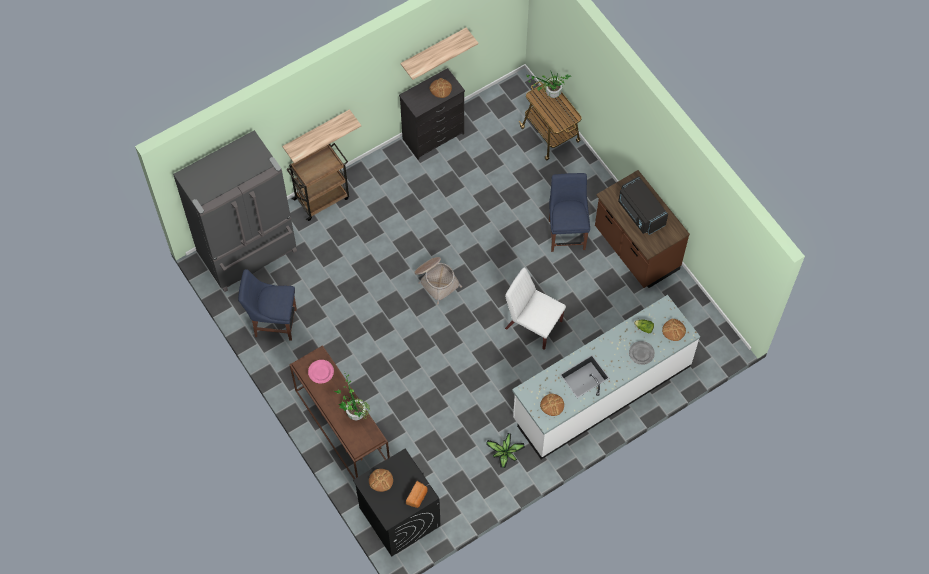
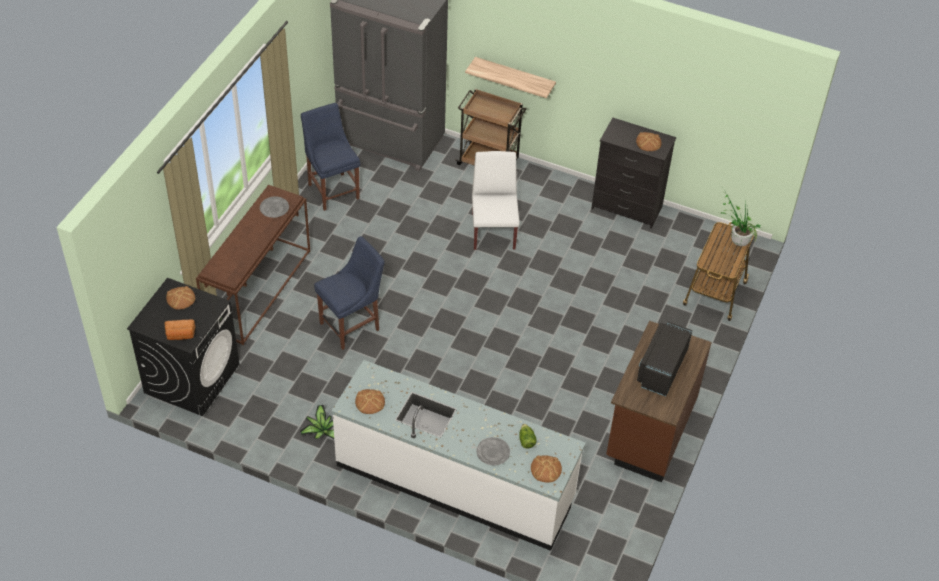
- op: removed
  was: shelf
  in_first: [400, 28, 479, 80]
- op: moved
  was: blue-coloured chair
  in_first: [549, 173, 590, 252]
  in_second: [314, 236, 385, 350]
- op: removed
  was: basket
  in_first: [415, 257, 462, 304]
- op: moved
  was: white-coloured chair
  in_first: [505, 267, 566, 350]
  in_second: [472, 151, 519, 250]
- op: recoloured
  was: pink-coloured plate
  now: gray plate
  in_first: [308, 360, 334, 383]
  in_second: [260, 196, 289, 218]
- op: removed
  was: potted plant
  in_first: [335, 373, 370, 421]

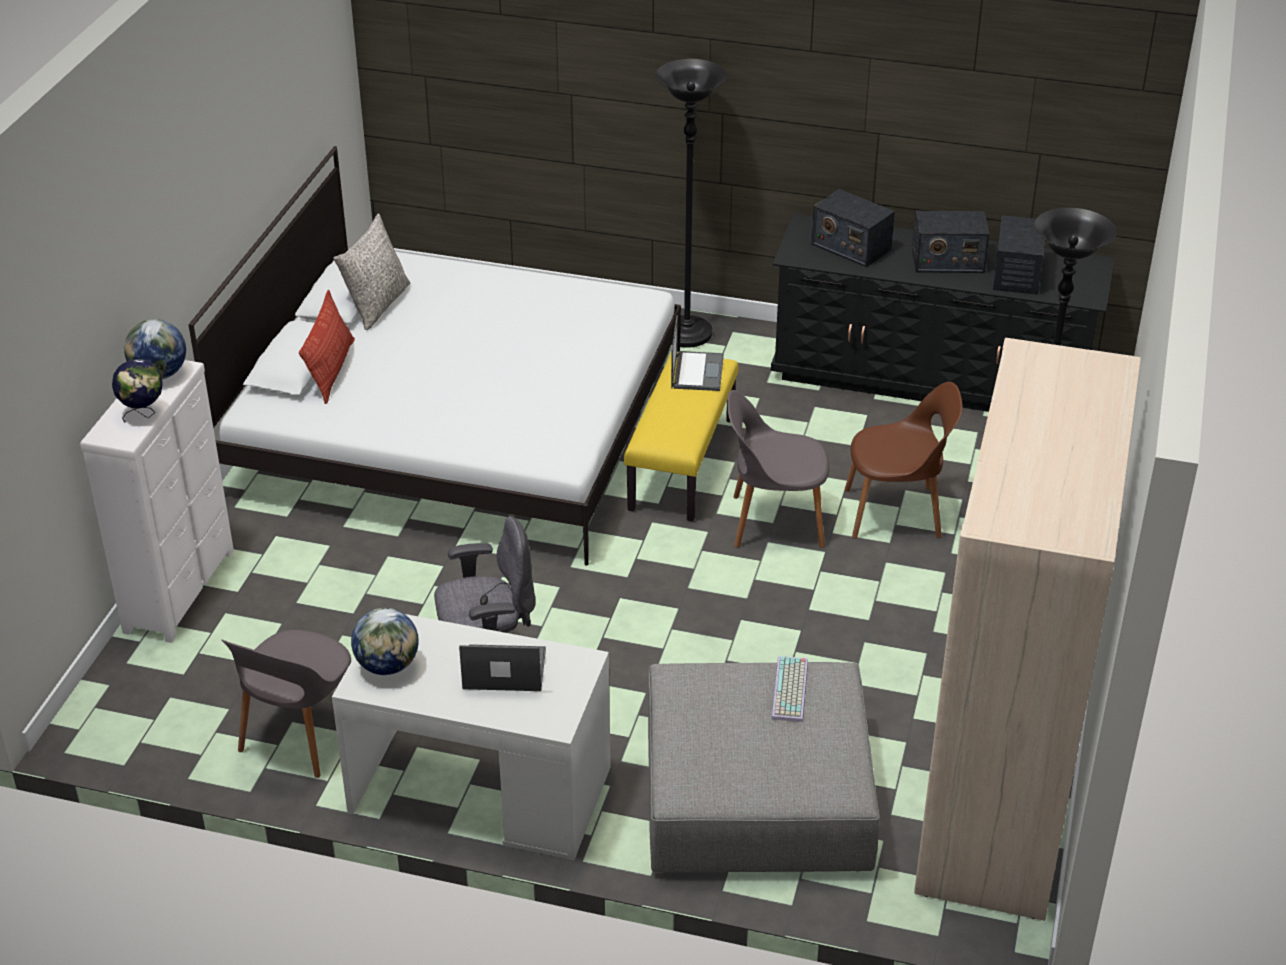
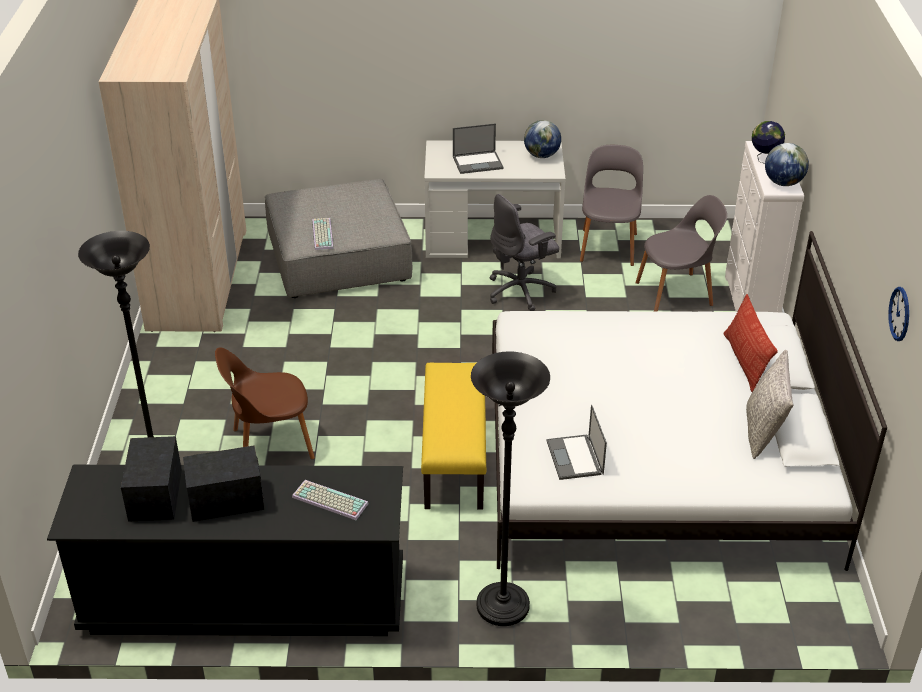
- op: replaced
  was: radio
  now: keyboard
  in_first: [811, 189, 895, 267]
  in_second: [292, 480, 369, 520]
- op: moved
  was: notebook computer
  in_first: [671, 315, 724, 391]
  in_second: [547, 405, 607, 480]
- op: moved
  was: gray chair
  in_first: [727, 390, 829, 548]
  in_second: [635, 195, 727, 312]
- op: added
  now: clock on the wall
  in_second: [888, 287, 909, 341]

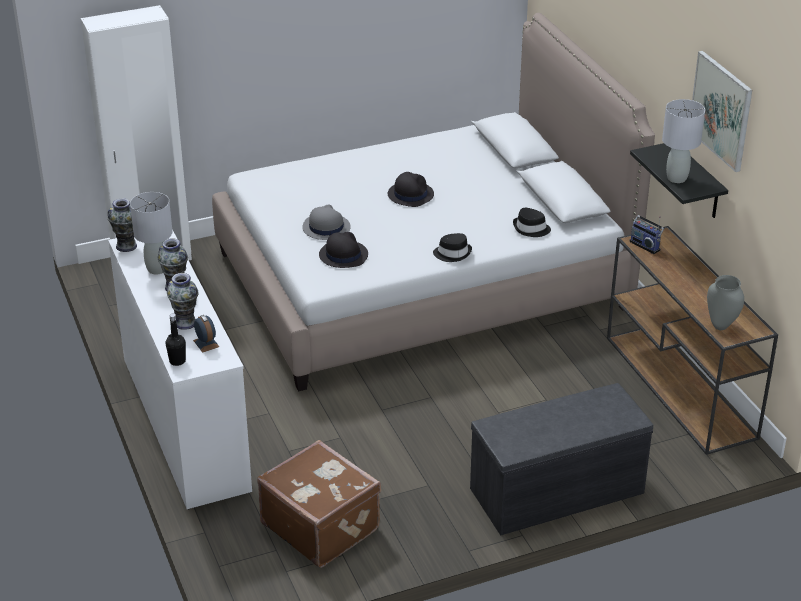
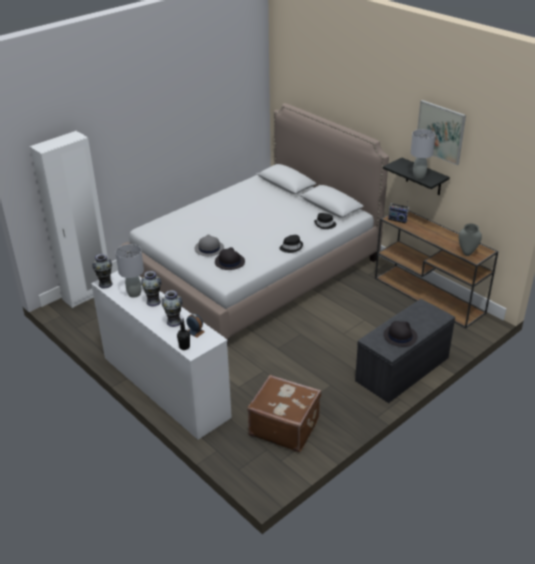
- op: moved
  was: black-coloured hat
  in_first: [388, 172, 434, 207]
  in_second: [383, 321, 418, 347]

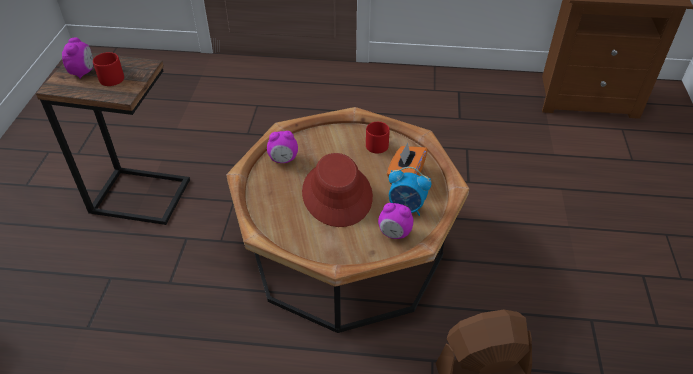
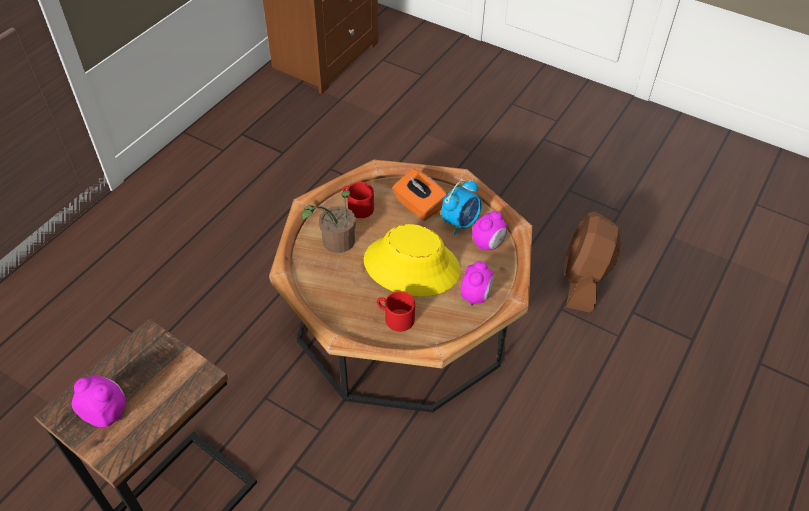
- op: moved
  was: red coffee mug
  in_first: [93, 52, 124, 86]
  in_second: [377, 291, 415, 332]
- op: moved
  was: bedside clock
  in_first: [267, 131, 298, 163]
  in_second: [461, 261, 494, 306]
- op: recoloured
  was: red hat
  now: yellow-coloured hat
  in_first: [302, 153, 373, 227]
  in_second: [364, 224, 461, 297]
- op: added
  now: potted plant
  in_second: [302, 190, 356, 253]

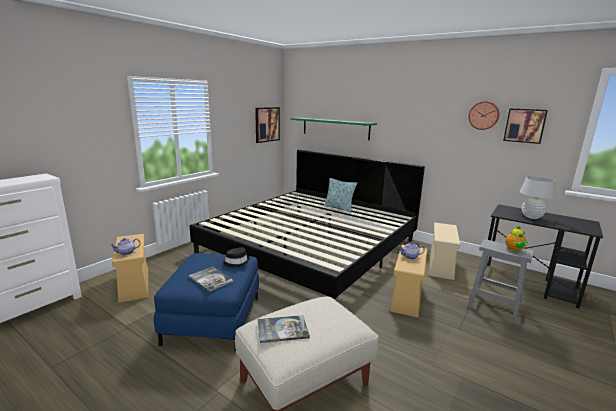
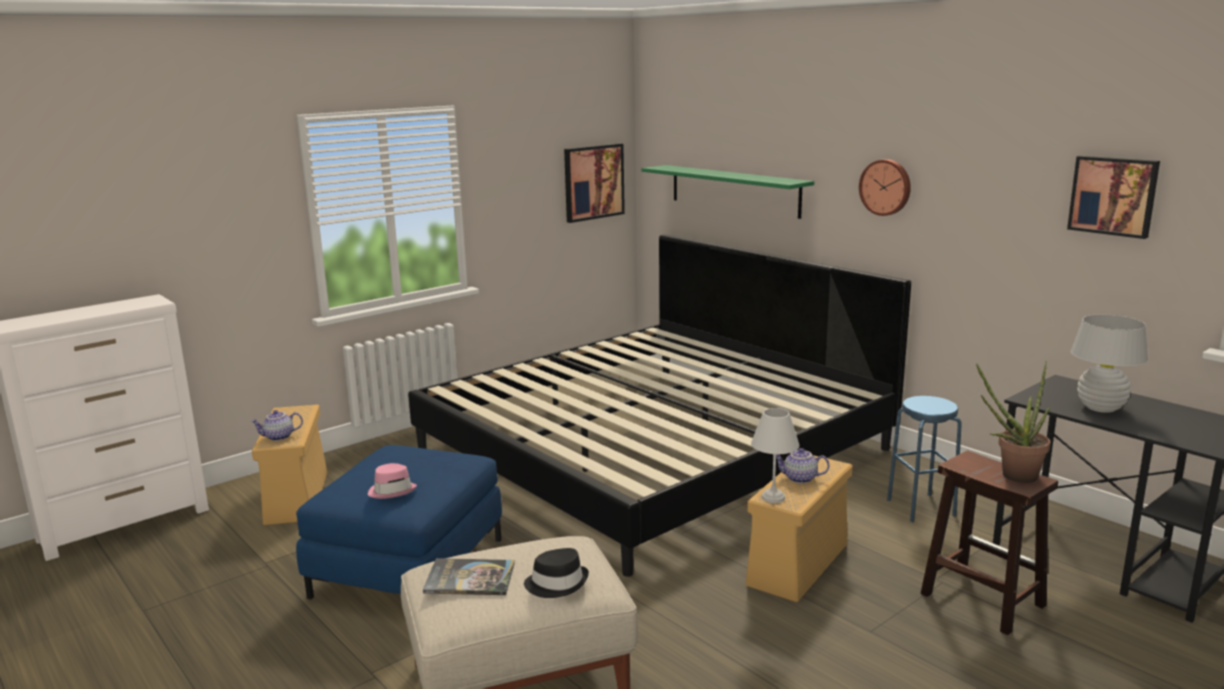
- op: moved
  was: clock on the wall
  in_first: [468, 101, 499, 130]
  in_second: [859, 159, 911, 216]
- op: removed
  was: cushion
  in_first: [324, 178, 358, 213]
- op: replaced
  was: sand-coloured storage bin
  now: blue-coloured stool
  in_first: [430, 223, 460, 280]
  in_second: [887, 396, 962, 522]
- op: replaced
  was: pot for tea
  now: potted plant
  in_first: [505, 226, 528, 251]
  in_second: [977, 361, 1051, 483]
- op: recoloured
  was: gray stool
  now: brown-coloured stool
  in_first: [468, 239, 534, 323]
  in_second: [921, 451, 1058, 635]
- op: moved
  was: black-coloured hat
  in_first: [222, 247, 250, 268]
  in_second: [524, 548, 589, 598]
- op: replaced
  was: bound book
  now: pink-coloured hat
  in_first: [188, 267, 233, 292]
  in_second: [368, 463, 417, 499]
- op: added
  now: white-coloured table lamp
  in_second: [751, 408, 799, 503]

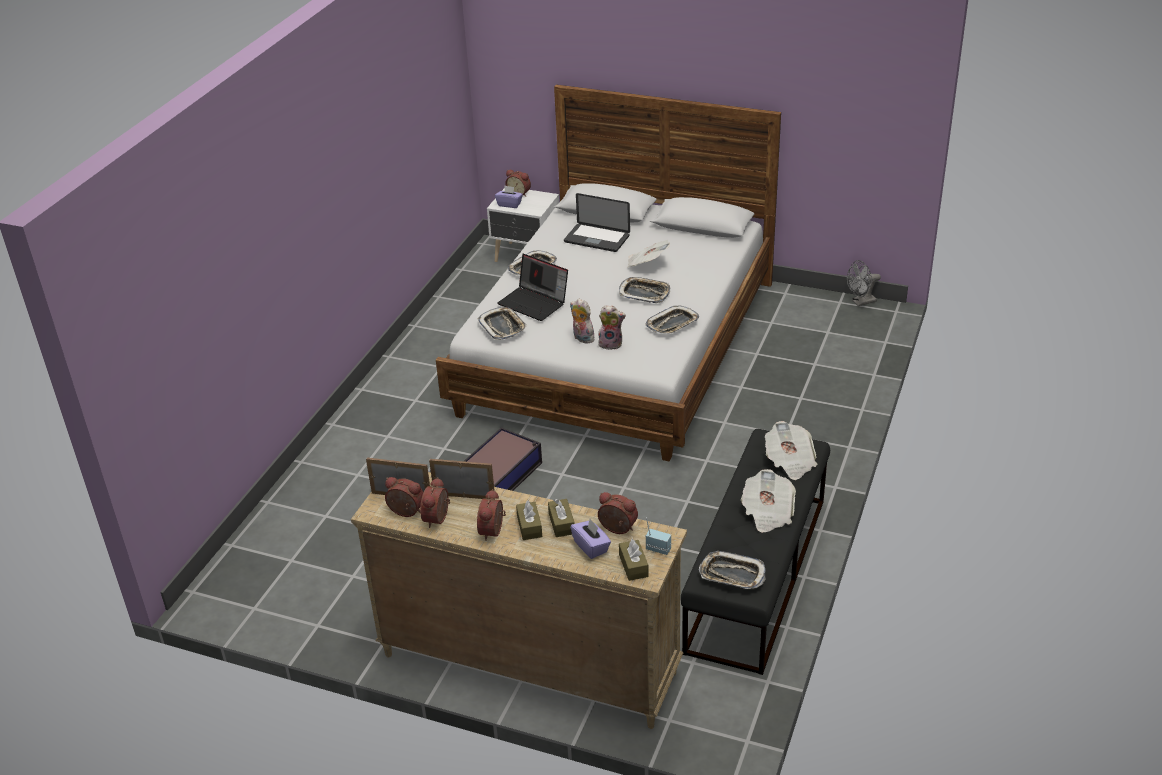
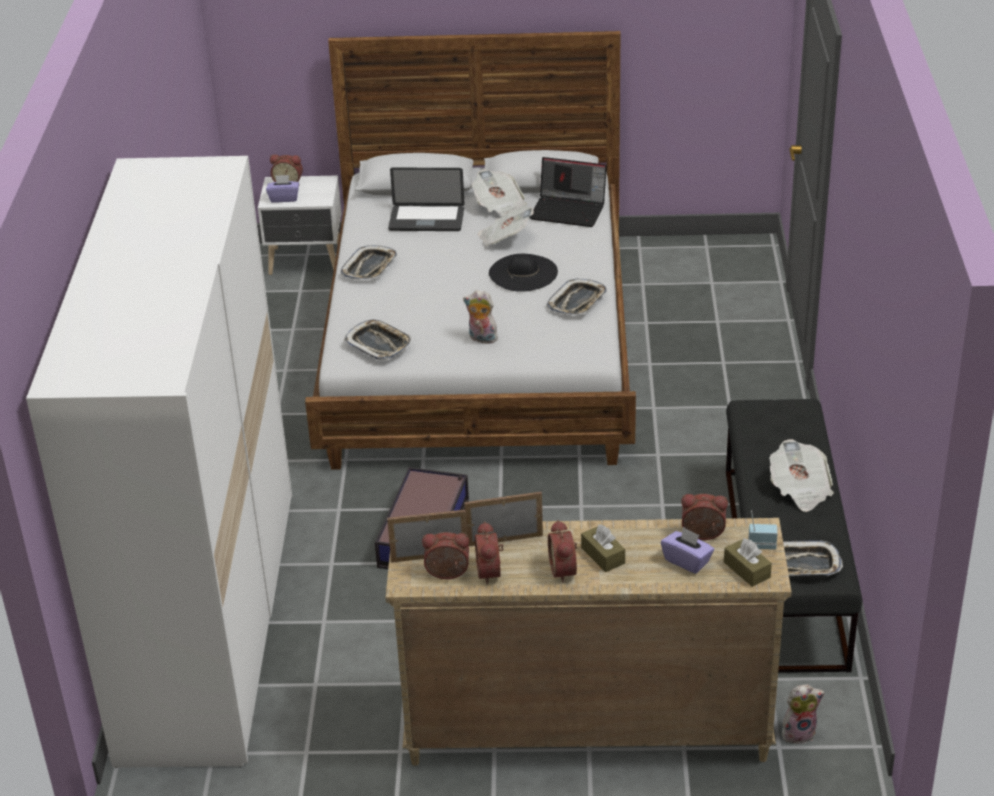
- op: moved
  was: notebook computer
  in_first: [498, 254, 568, 321]
  in_second: [529, 157, 607, 227]
- op: removed
  was: gray electric fan
  in_first: [847, 260, 881, 306]
- op: replaced
  was: serving tray
  now: black-coloured hat
  in_first: [619, 277, 671, 303]
  in_second: [489, 254, 558, 292]
- op: moved
  was: soft toy
  in_first: [598, 305, 626, 350]
  in_second: [782, 685, 825, 744]
- op: moved
  was: newspaper
  in_first: [765, 421, 817, 480]
  in_second: [472, 169, 527, 216]
- op: removed
  was: brown-coloured box of tissues
  in_first: [548, 499, 575, 537]
- op: added
  now: white-coloured wardrobe
  in_second: [26, 156, 292, 768]

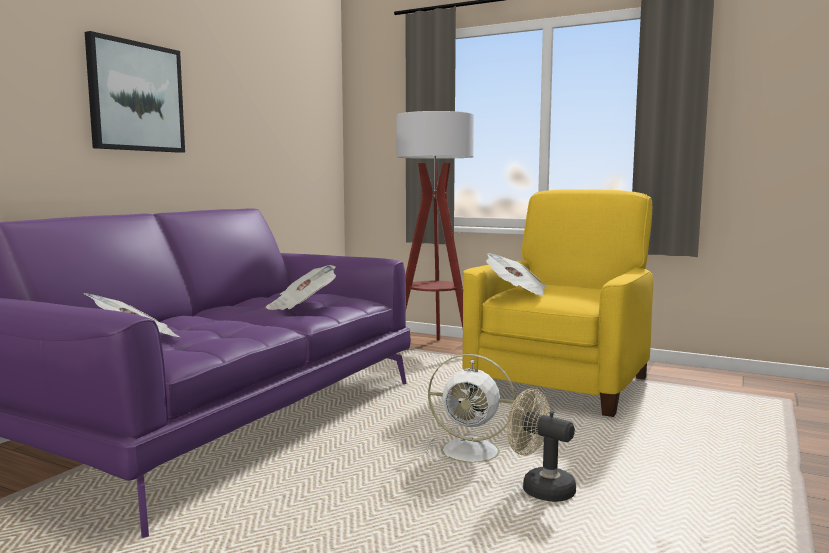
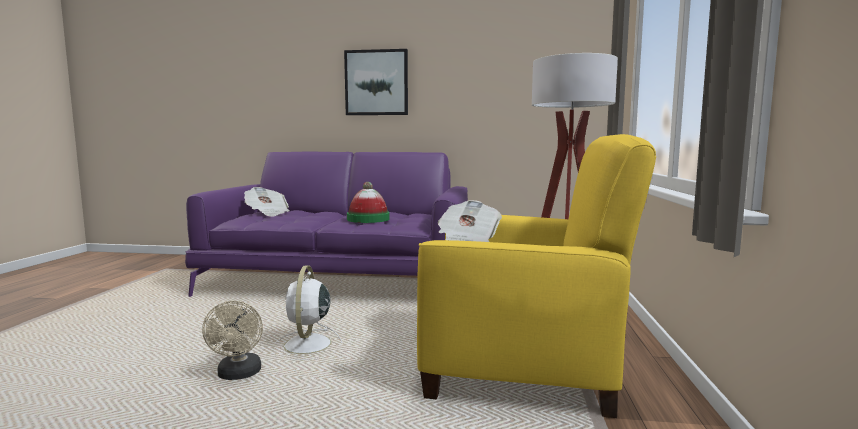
- op: replaced
  was: newspaper
  now: hat
  in_first: [266, 265, 336, 310]
  in_second: [347, 182, 390, 223]
- op: turned
  was: sand-coloured electric fan
  in_first: [507, 389, 576, 502]
  in_second: [202, 301, 263, 380]
  clockwise: 150

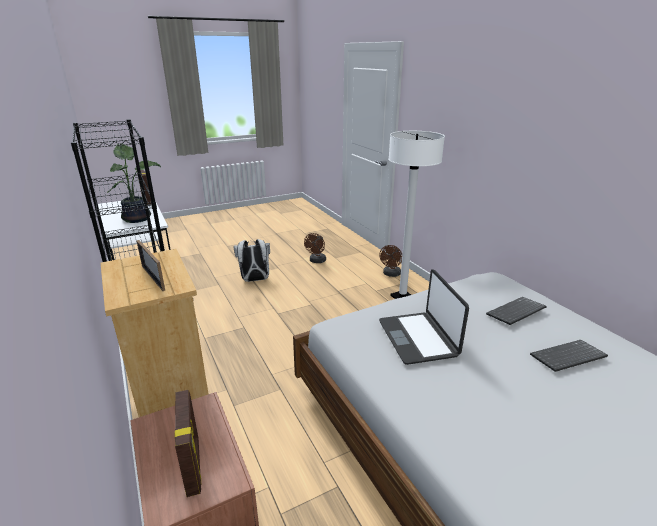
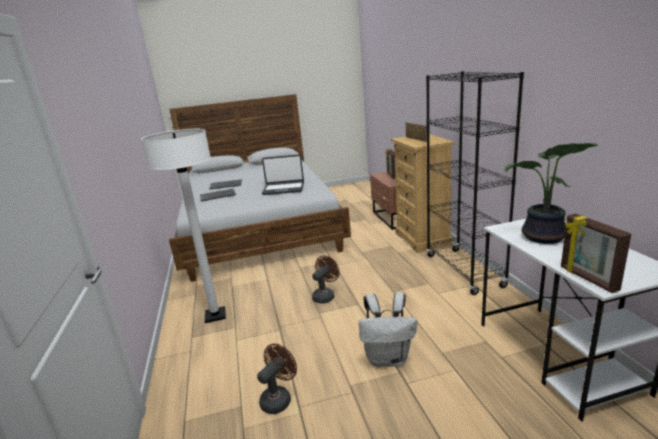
- op: moved
  was: brown-coloured electric fan
  in_first: [379, 245, 402, 277]
  in_second: [312, 256, 339, 303]
- op: turned
  was: notebook computer
  in_first: [379, 269, 469, 365]
  in_second: [262, 155, 304, 195]
  clockwise: 90

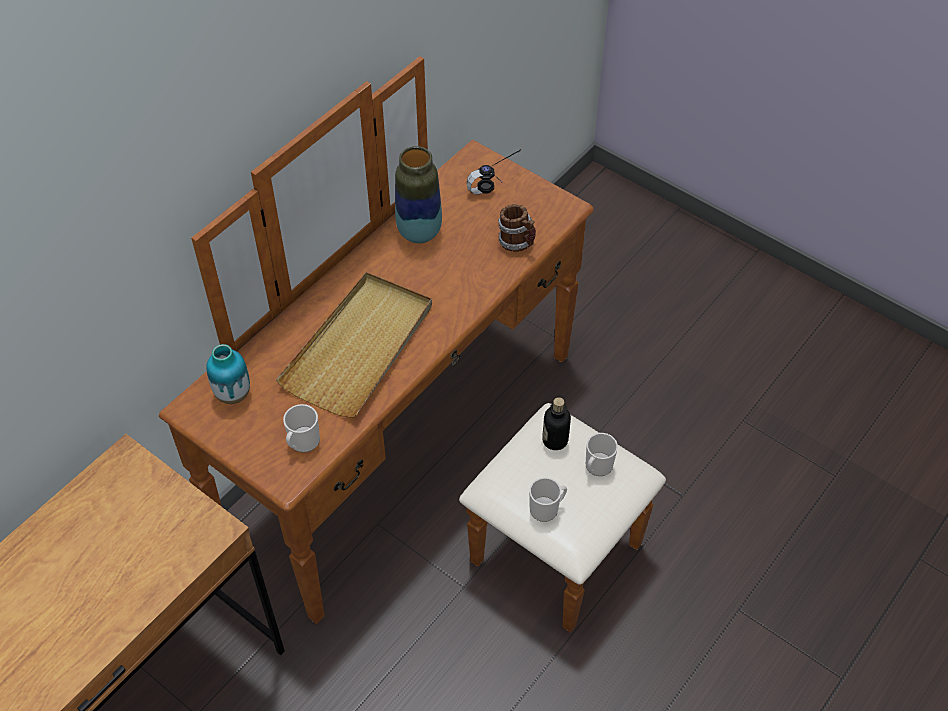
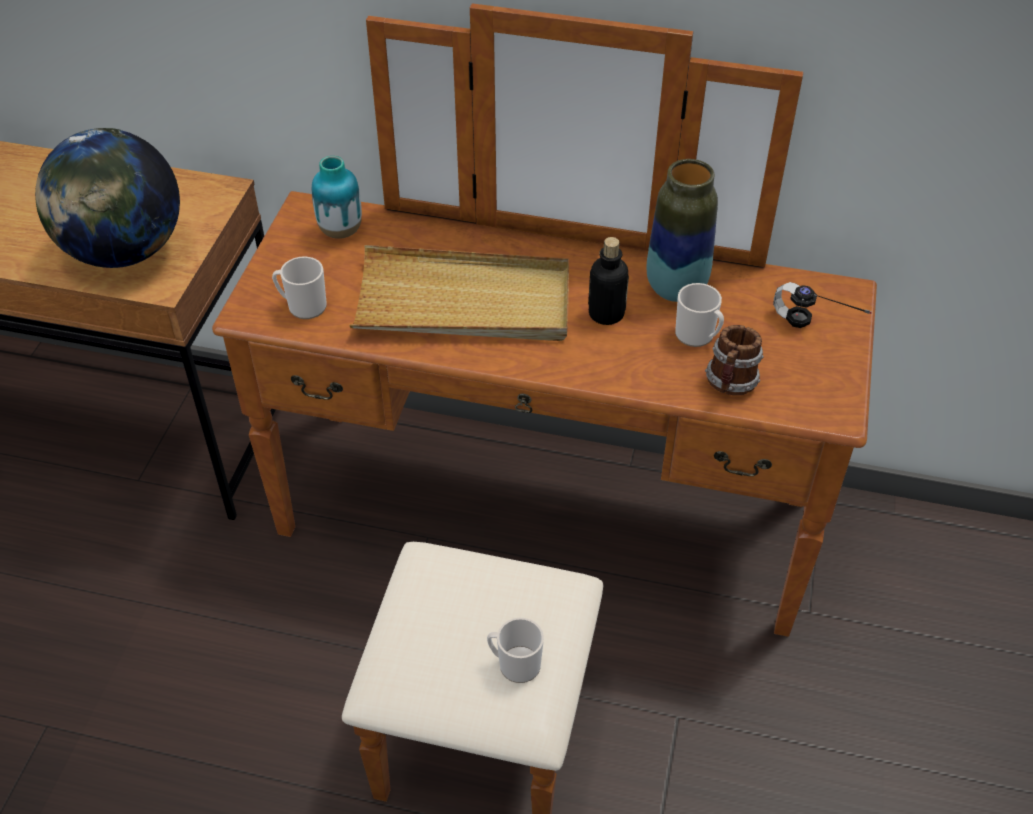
- op: moved
  was: drink bottle
  in_first: [542, 397, 571, 450]
  in_second: [588, 237, 629, 325]
- op: moved
  was: coffee mug
  in_first: [529, 477, 567, 522]
  in_second: [675, 283, 724, 347]
- op: added
  now: globe
  in_second: [35, 128, 180, 268]

